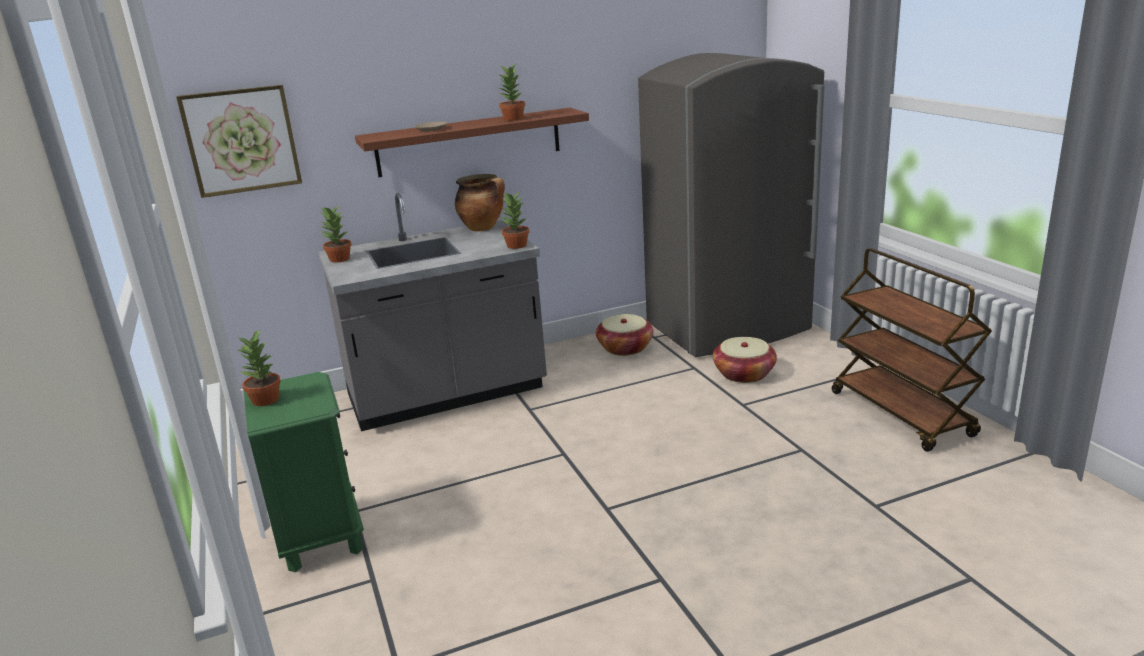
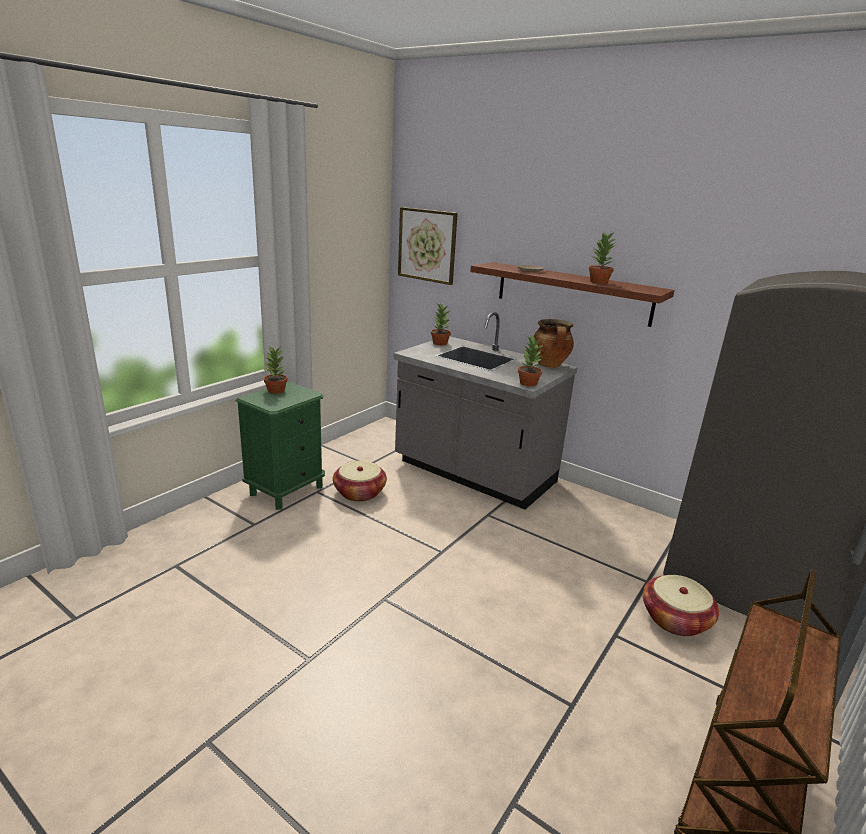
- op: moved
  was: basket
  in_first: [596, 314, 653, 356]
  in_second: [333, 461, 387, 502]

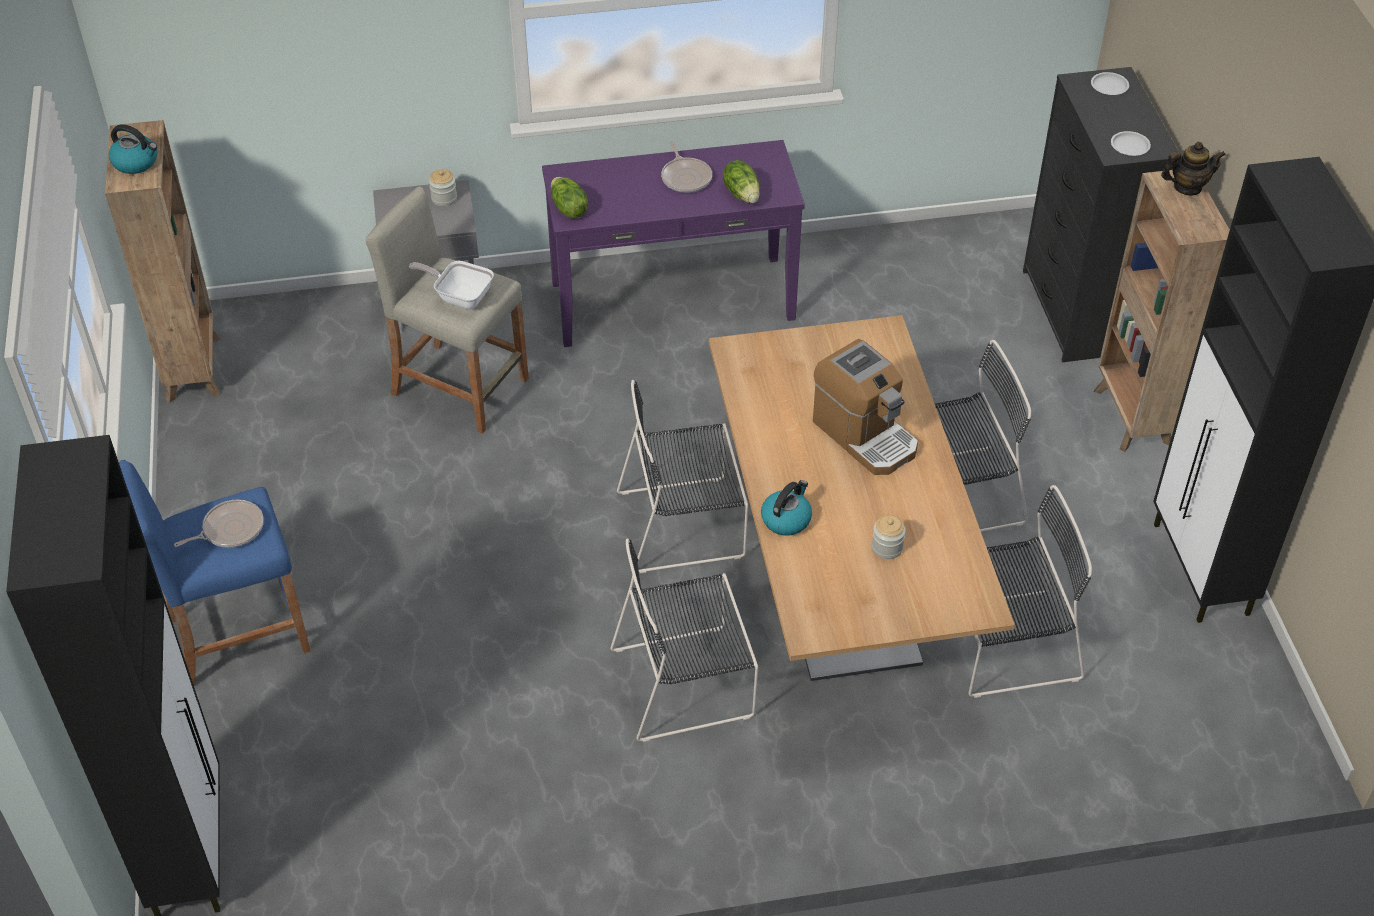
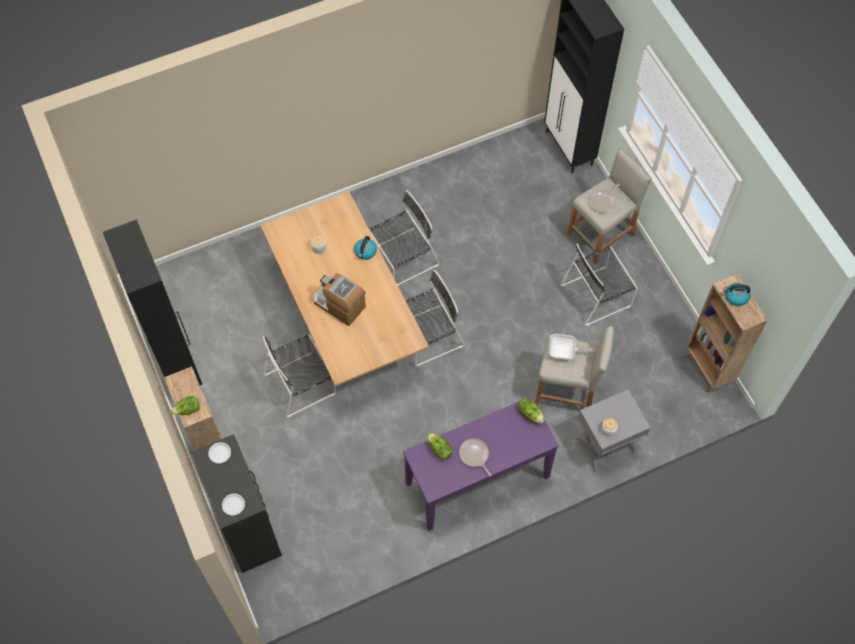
- op: replaced
  was: pot for tea
  now: lettuce
  in_first: [1161, 142, 1226, 196]
  in_second: [171, 396, 200, 415]
- op: recoloured
  was: blue-coloured stool
  now: sand-coloured stool
  in_first: [119, 460, 310, 685]
  in_second: [567, 148, 651, 264]
- op: moved
  was: black-coloured chair
  in_first: [968, 485, 1092, 698]
  in_second: [561, 244, 638, 326]

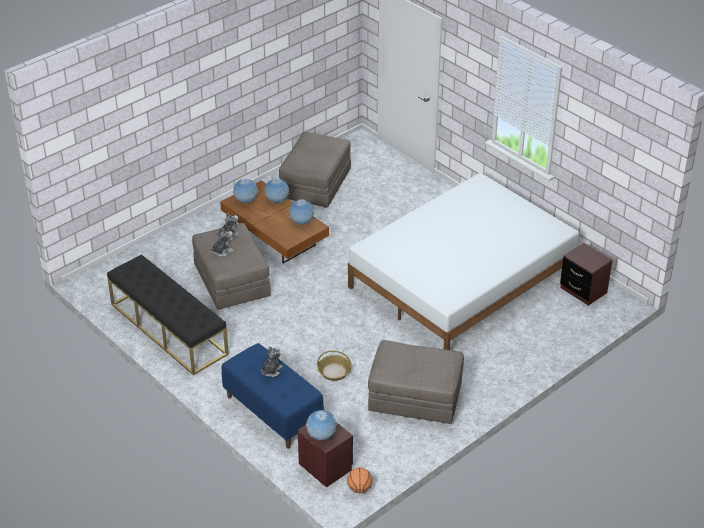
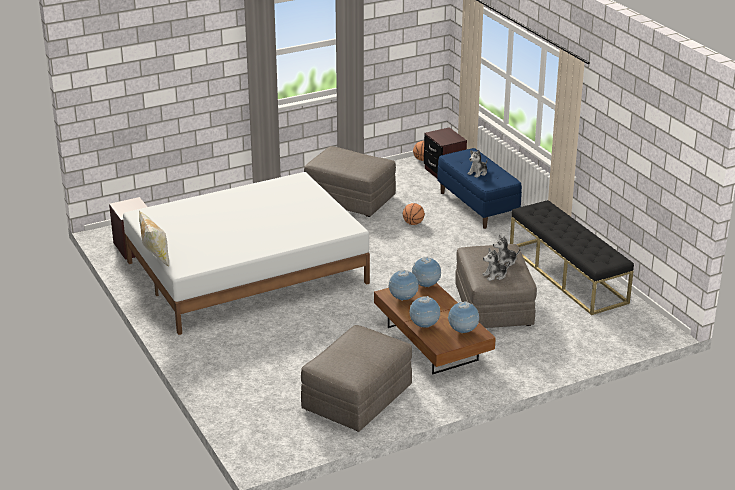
- op: replaced
  was: basket
  now: basketball
  in_first: [317, 350, 351, 381]
  in_second: [403, 203, 425, 225]
- op: moved
  was: globe
  in_first: [306, 410, 337, 440]
  in_second: [412, 257, 441, 287]
- op: added
  now: cushion
  in_second: [139, 211, 169, 267]

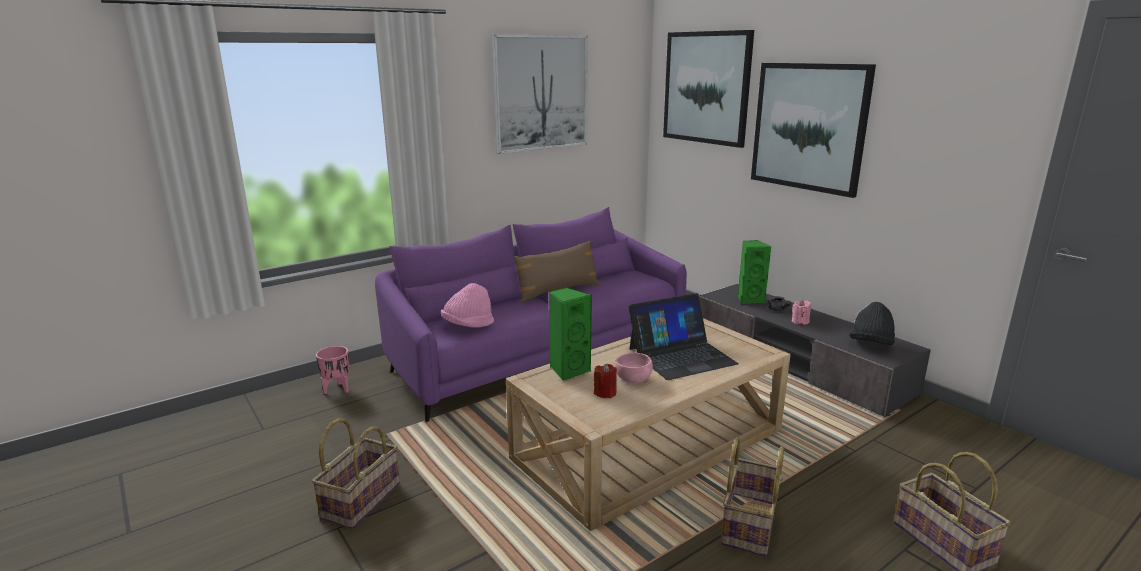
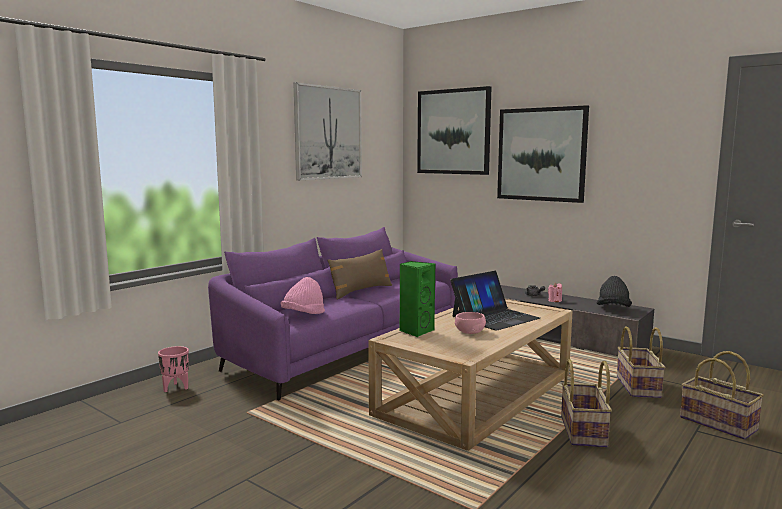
- op: removed
  was: green speaker
  in_first: [738, 240, 771, 304]
- op: removed
  was: red wax light
  in_first: [594, 364, 617, 398]
- op: moved
  was: basket
  in_first: [312, 418, 400, 529]
  in_second: [617, 326, 666, 398]

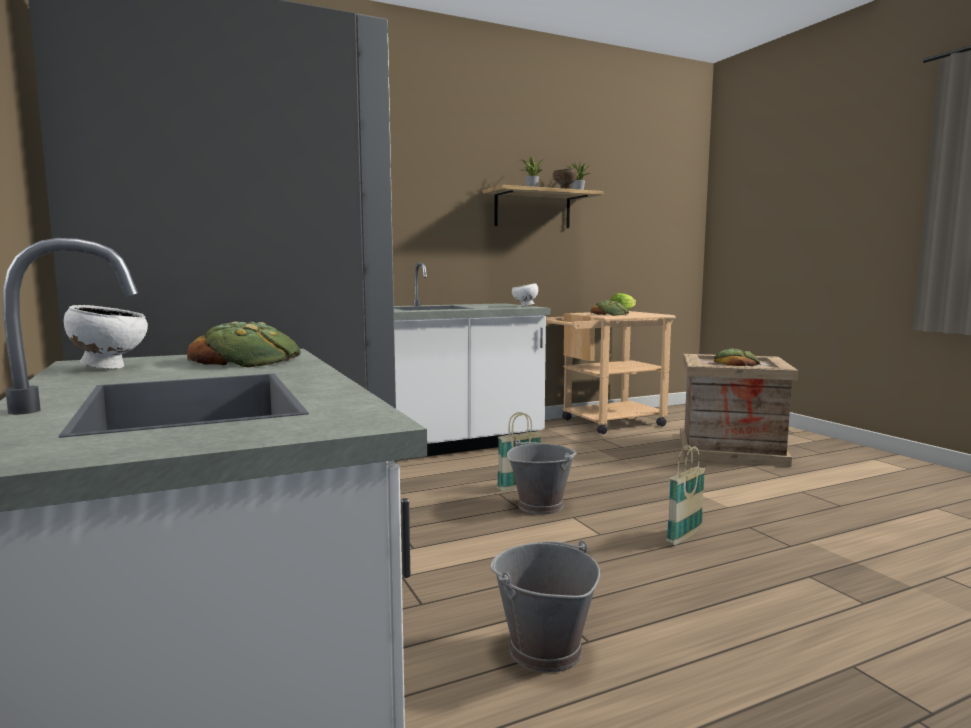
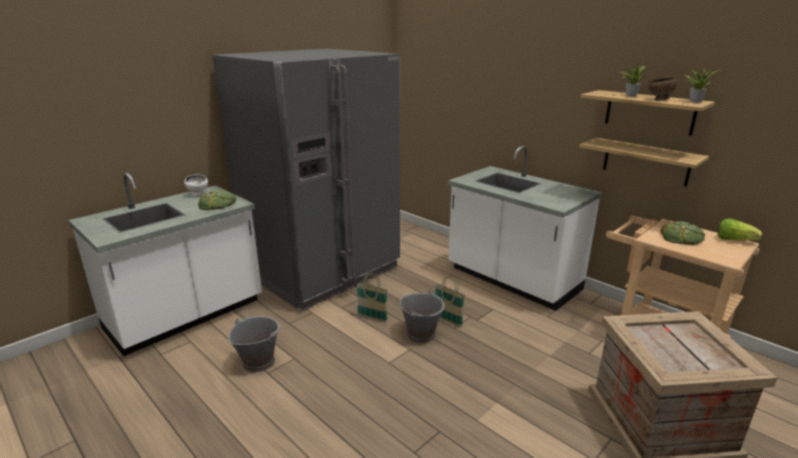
- op: removed
  was: white-coloured bowl
  in_first: [512, 283, 538, 307]
- op: removed
  was: bakery bread
  in_first: [714, 349, 760, 366]
- op: moved
  was: basket
  in_first: [667, 445, 705, 545]
  in_second: [357, 273, 388, 322]
- op: added
  now: shelf
  in_second: [579, 138, 709, 187]

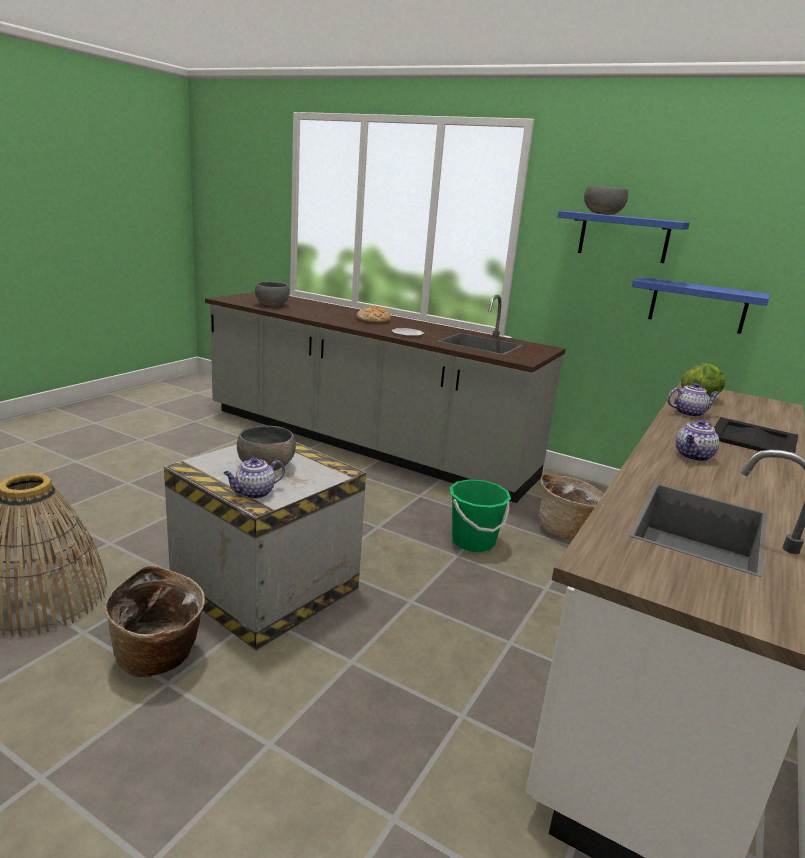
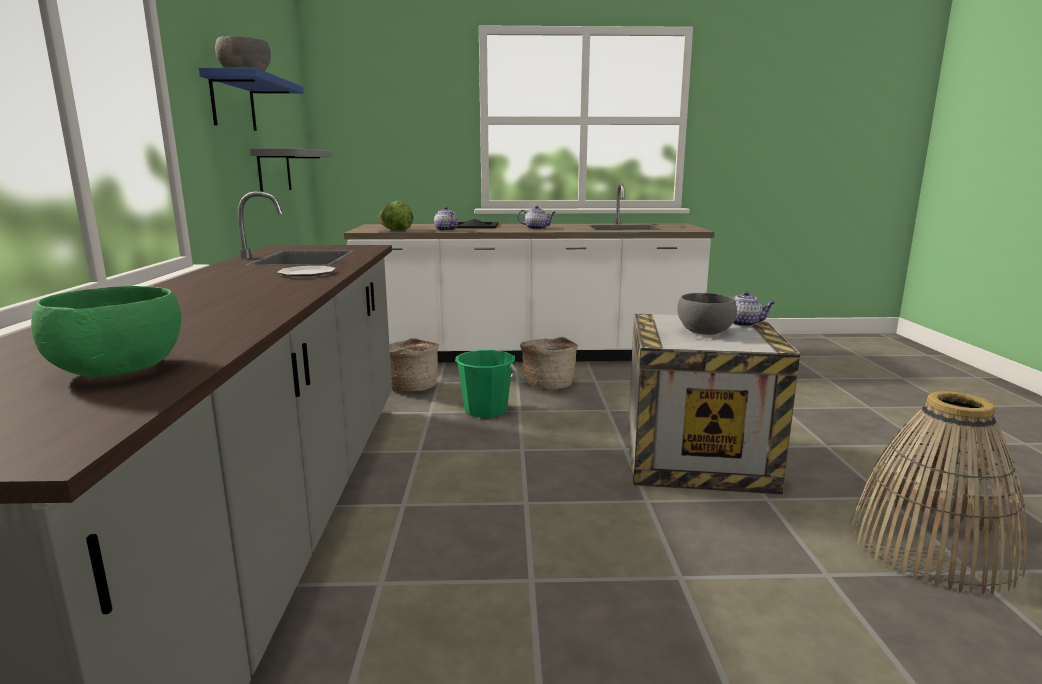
- op: recoloured
  was: blue-coloured shelf
  now: gray shelf
  in_first: [632, 277, 770, 334]
  in_second: [250, 148, 332, 192]
- op: recoloured
  was: gray bowl
  now: green bowl
  in_first: [255, 282, 290, 307]
  in_second: [31, 286, 181, 377]
- op: removed
  was: bakery bread
  in_first: [356, 306, 391, 323]
- op: moved
  was: basket
  in_first: [105, 566, 205, 677]
  in_second: [520, 337, 578, 389]

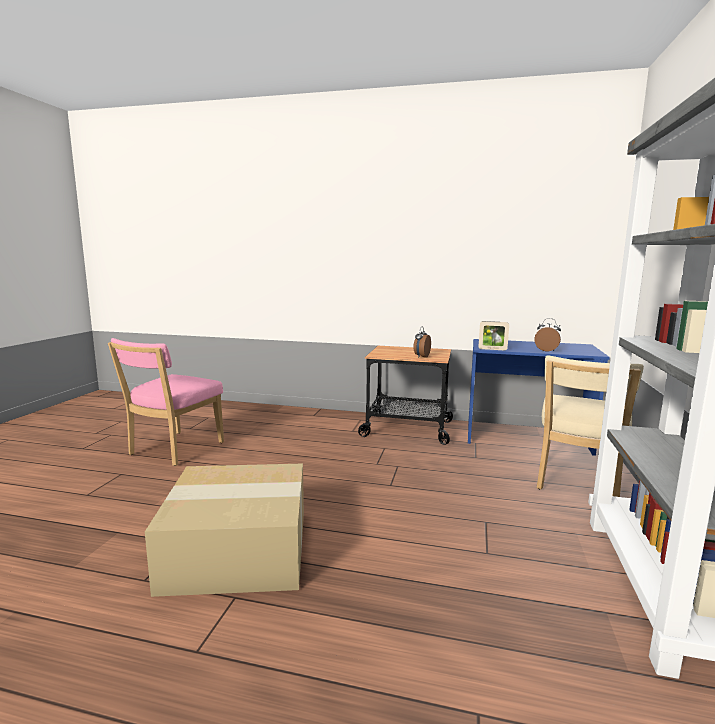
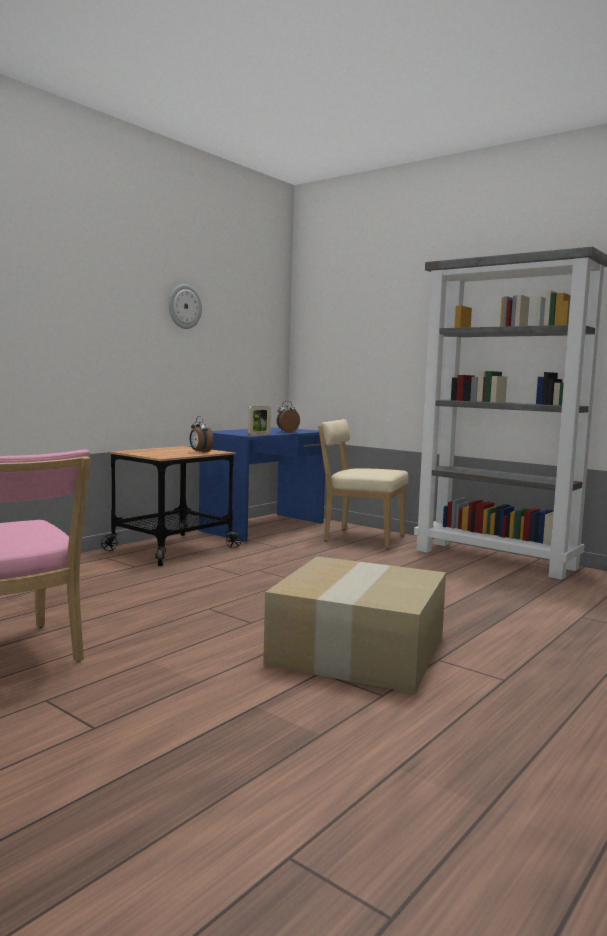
- op: turned
  was: sand-coloured chair
  in_first: [537, 356, 644, 497]
  in_second: [318, 419, 408, 549]
  clockwise: 150
- op: added
  now: clock on the wall
  in_second: [169, 284, 202, 329]

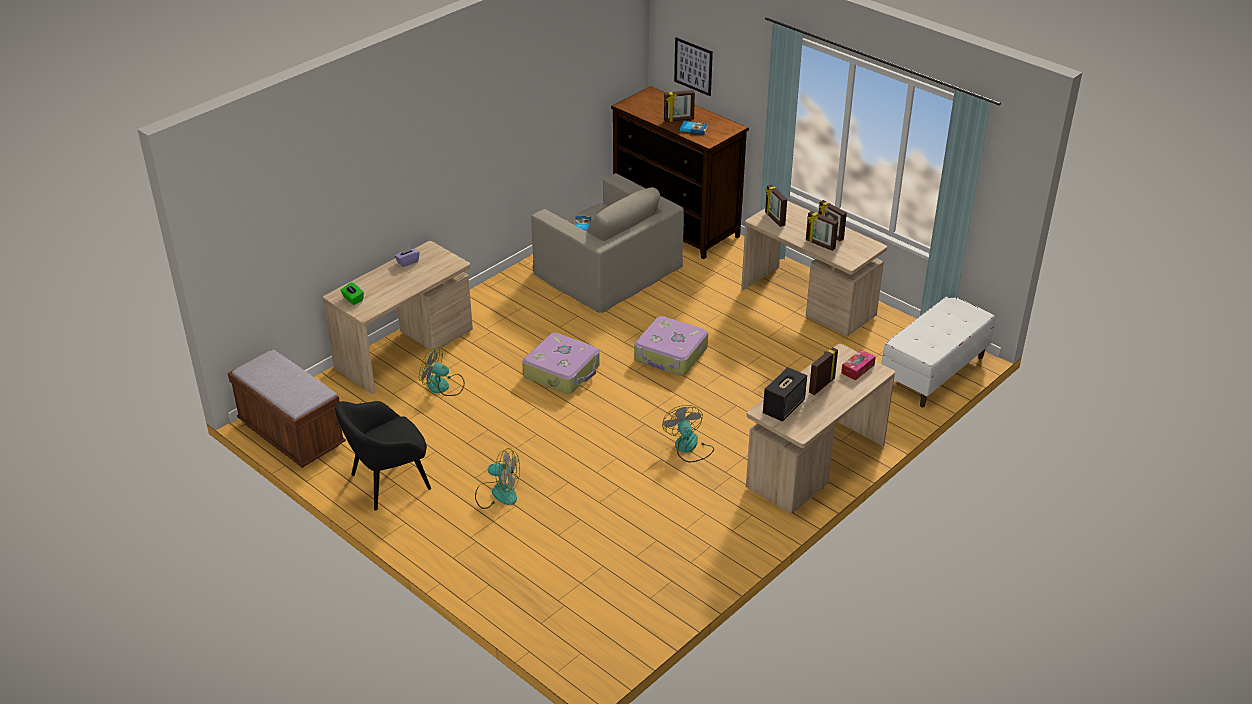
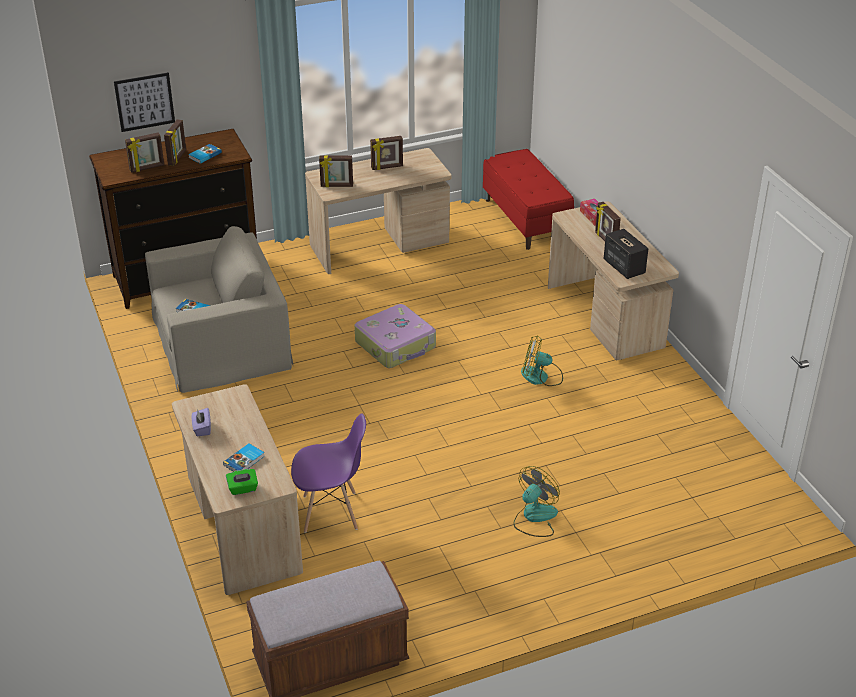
- op: moved
  was: picture frame
  in_first: [806, 211, 838, 251]
  in_second: [125, 132, 164, 173]
- op: recoloured
  was: white-coloured indoor bench
  now: red indoor bench
  in_first: [881, 296, 995, 407]
  in_second: [483, 149, 574, 250]
- op: removed
  was: piece of luggage
  in_first: [522, 333, 600, 394]
- op: replaced
  was: electric fan
  now: purple-coloured chair
  in_first: [419, 347, 465, 396]
  in_second: [291, 413, 366, 533]
- op: removed
  was: black-coloured armchair
  in_first: [335, 401, 431, 511]
- op: added
  now: bound book
  in_second: [223, 443, 265, 472]

